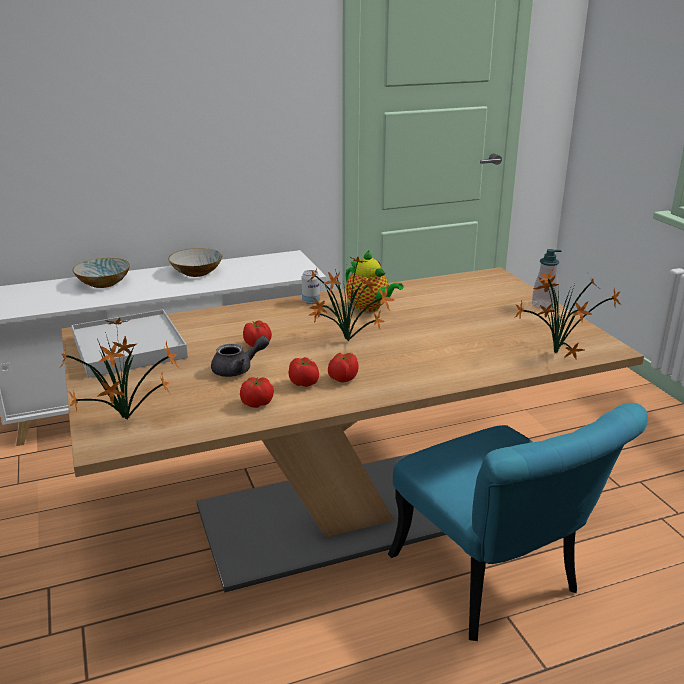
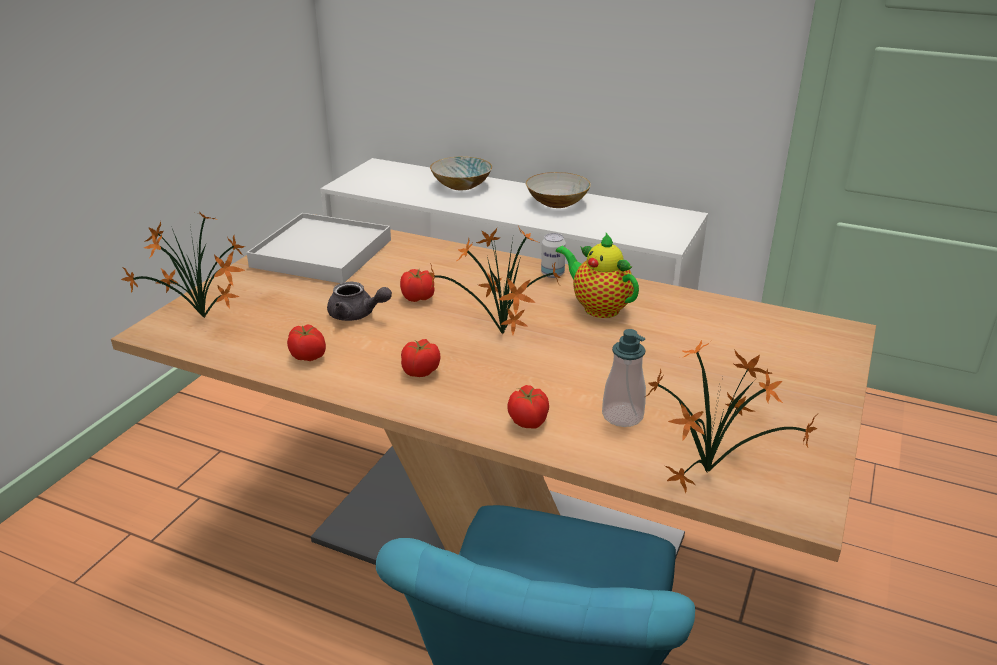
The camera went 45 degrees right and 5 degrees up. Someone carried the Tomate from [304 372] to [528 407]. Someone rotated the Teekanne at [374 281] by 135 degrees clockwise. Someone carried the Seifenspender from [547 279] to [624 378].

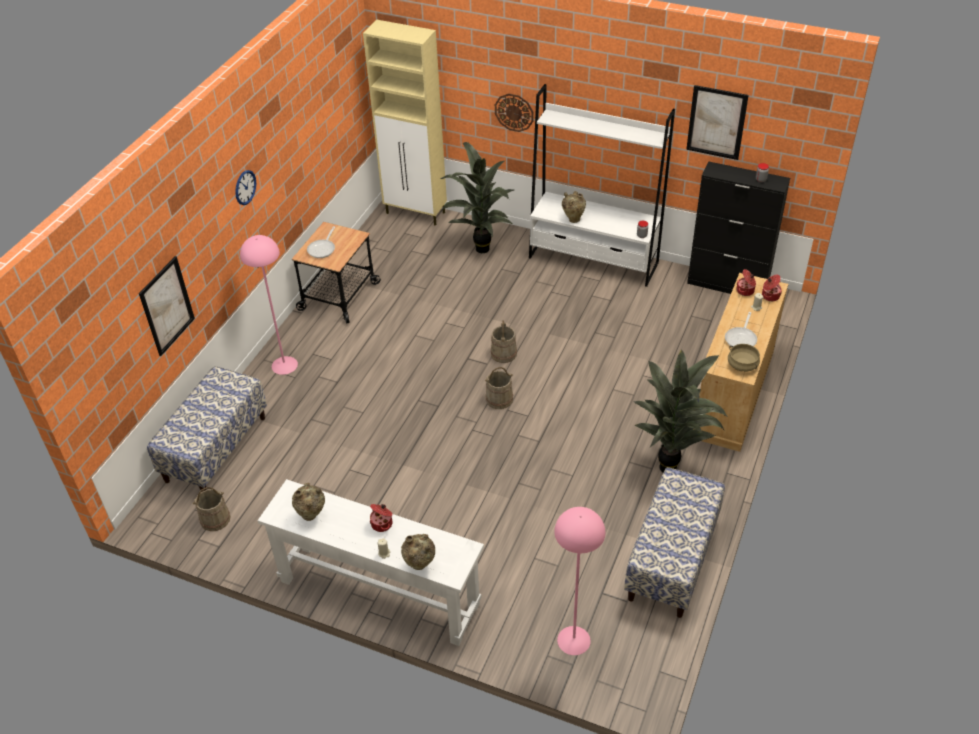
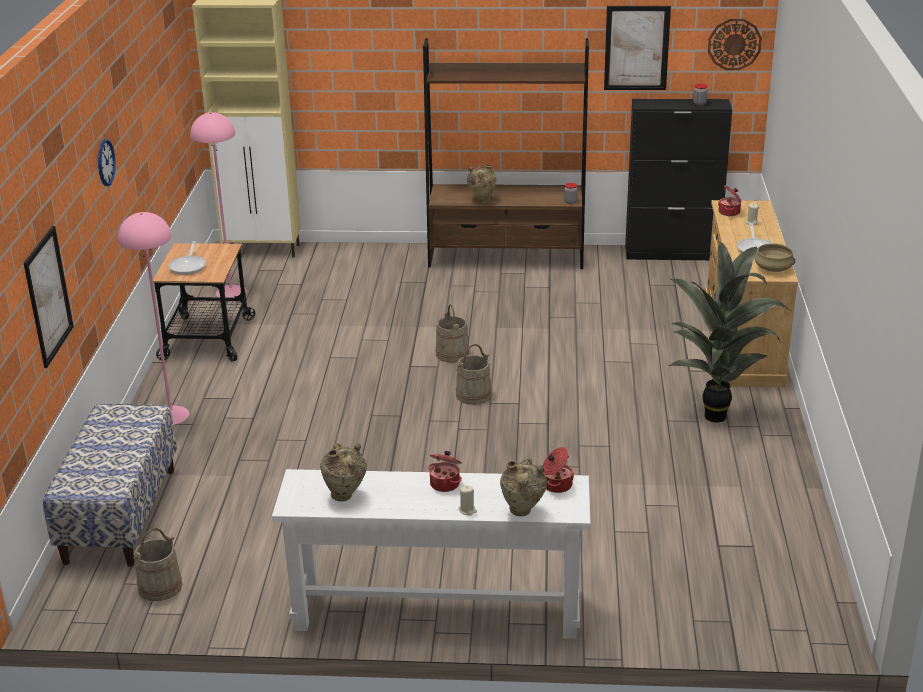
The camera went 20 degrees left and 15 degrees down. Someone carried the Stehlampe/rosa from [579 581] to [218 205]. Someone repainted the Bücherregal/weiß at [602 185], which became the Bücherregal/braun at [506 153]. Someone carried the Kochtopf from [772 288] to [558 470]. Someone carried the Wanduhr from [514 113] to [735 44]. Someone took away the Topfpflanze at [477 197]. Someone took away the Bank at [674 542].

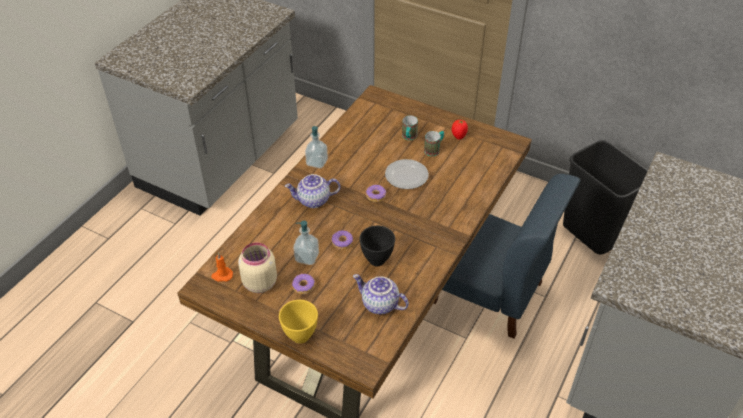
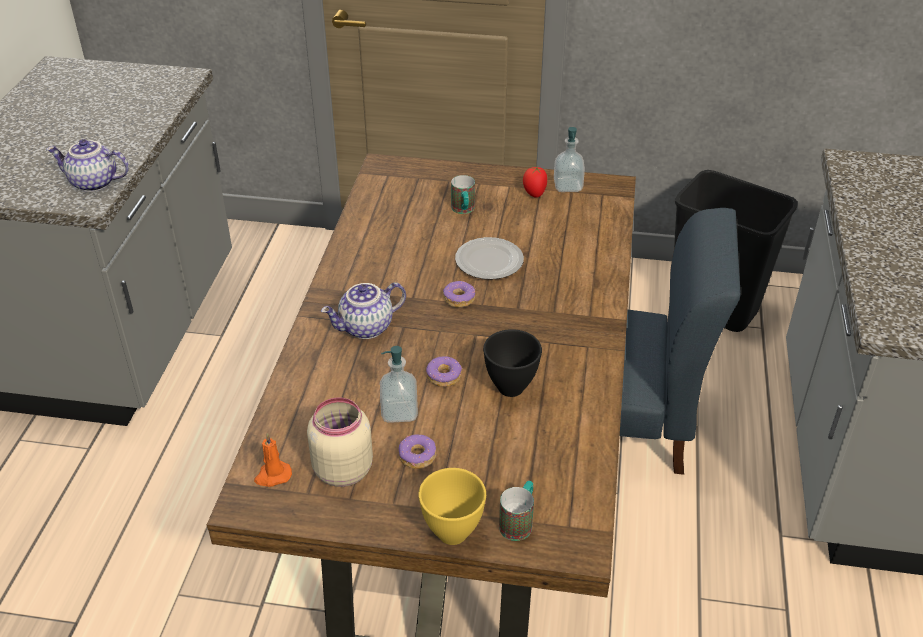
The camera went 20 degrees left and 5 degrees down. Someone carried the Teekanne from [381 294] to [88 165]. Someone carried the Henkelbecher from [434 143] to [516 511]. Someone carried the Seifenspender from [316 147] to [569 159].

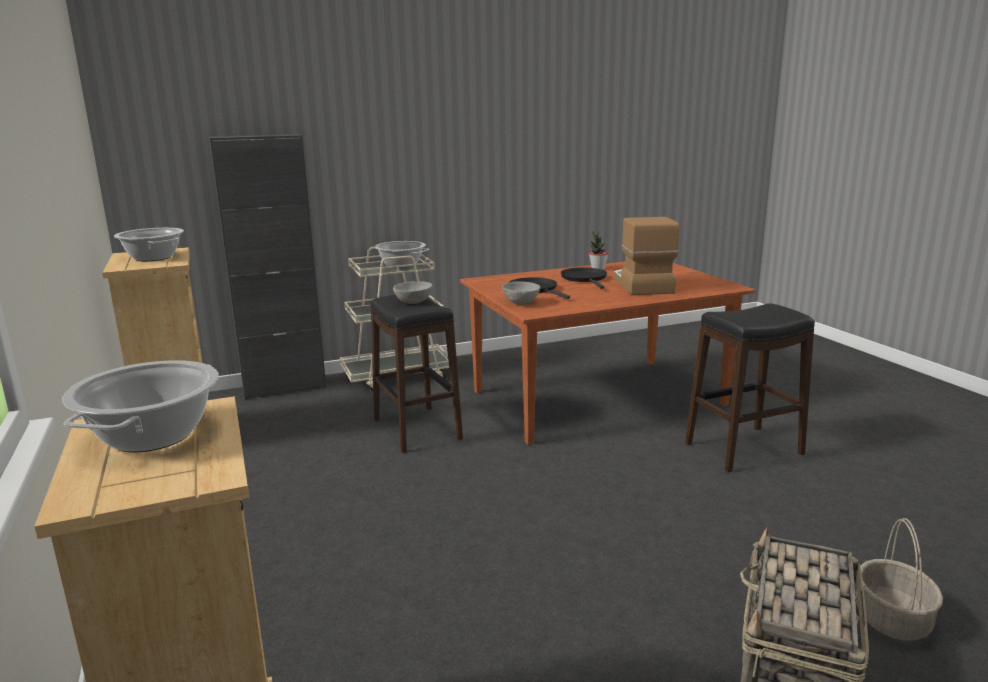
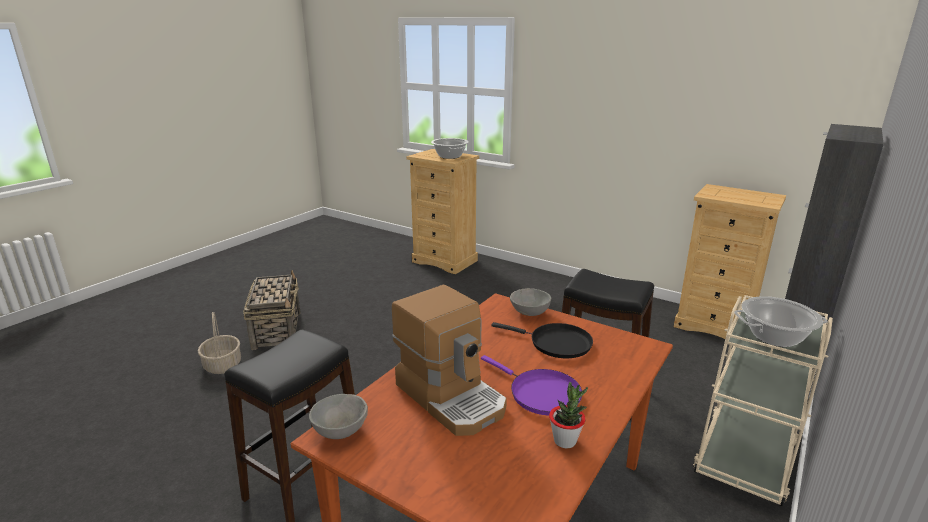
The camera went 145 degrees right and 5 degrees up. Someone carried the Schüssel/grau from [413 292] to [338 416]. Someone repainted the Pfanne/schwarz at [584 278], which became the Pfanne/lila at [531 385]. Someone took away the Kochtopf at [149 244].

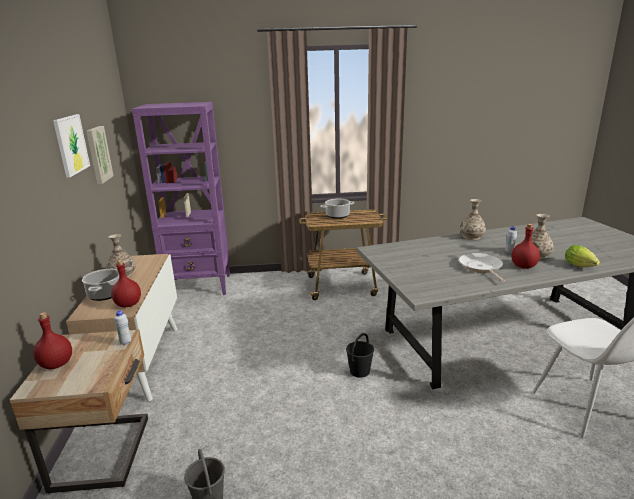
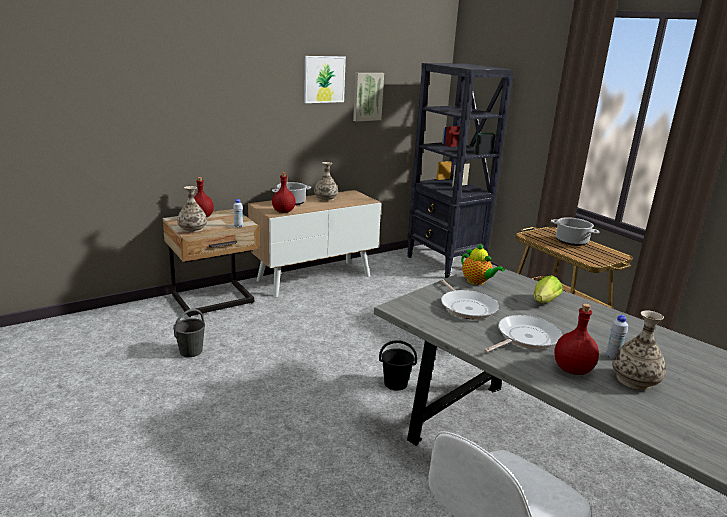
The camera went 60 degrees right and 0 degrees up. Someone carried the Vase from [473 219] to [192 209]. Someone repainted the Bücherregal/lila at [181 198], which became the Bücherregal/schwarz at [460 170]. Someone put down the Pfanne at [469 299]. Someone put down the Teekanne at [483 264]. Someone carried the Salatkopf from [582 256] to [548 289].

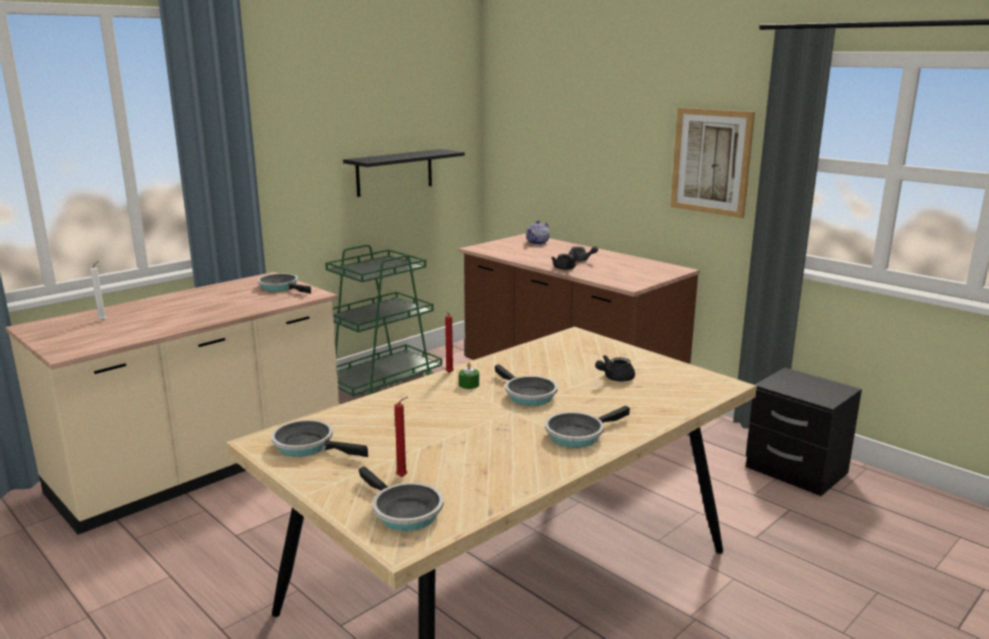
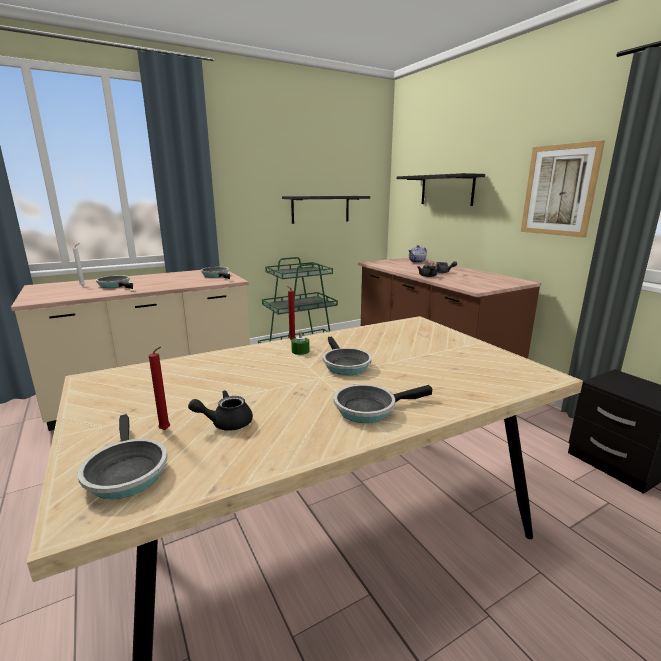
The camera went 15 degrees right and 0 degrees up. Someone carried the Pfanne from [319 438] to [114 282]. Someone carried the Teekanne/schwarz from [615 368] to [220 410]. Someone put up the Wandregal/schwarz at [441 189].

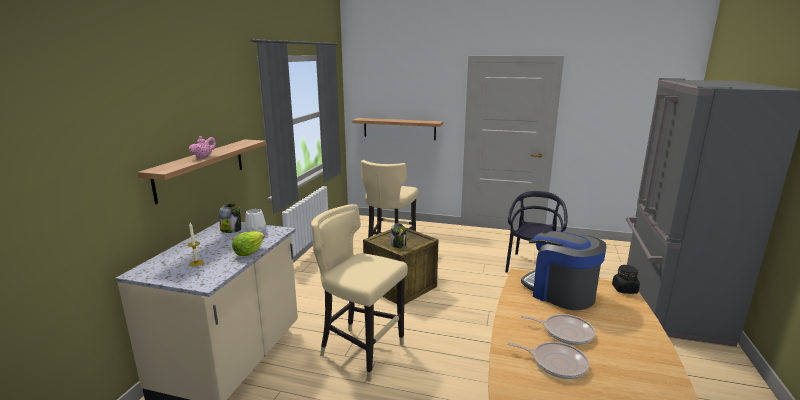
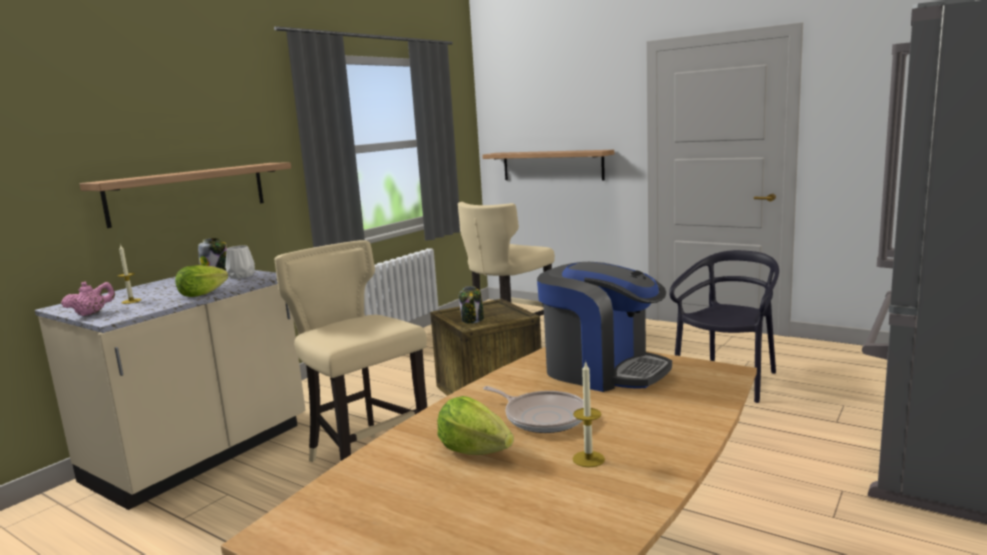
The camera went 20 degrees right and 5 degrees down. Someone carried the Teekanne/rosa from [202 147] to [88 299]. Someone swapped the Pfanne at [548 360] for the Salatkopf at [475 425]. Someone rotated the Kaffeemaschine at [563 270] by 150 degrees clockwise. Someone put down the Kerze at [589 414]. Someone took away the Vorratsglas/schwarz at [626 279].

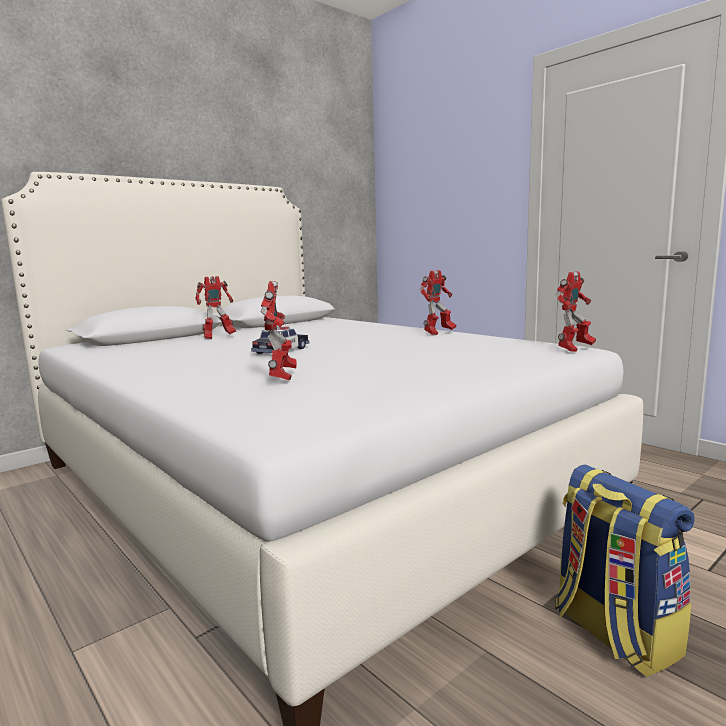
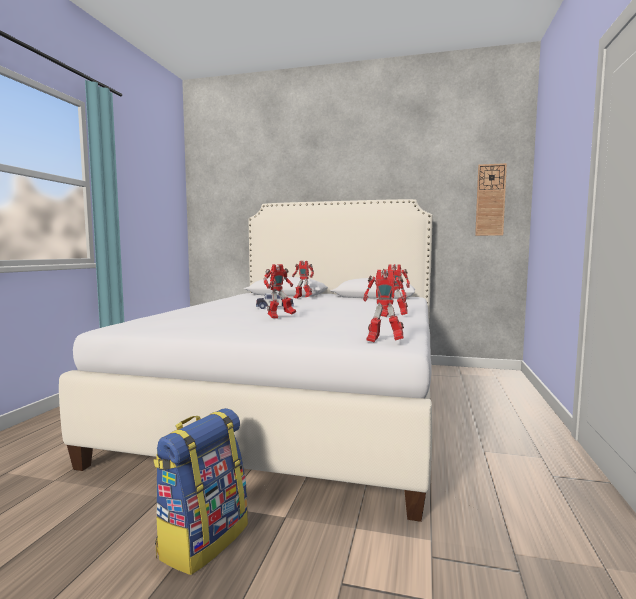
The camera went 55 degrees right and 5 degrees down. Someone carried the Spielzeugroboter from [279 330] to [279 291]. Someone put up the Wanduhr at [491 199].

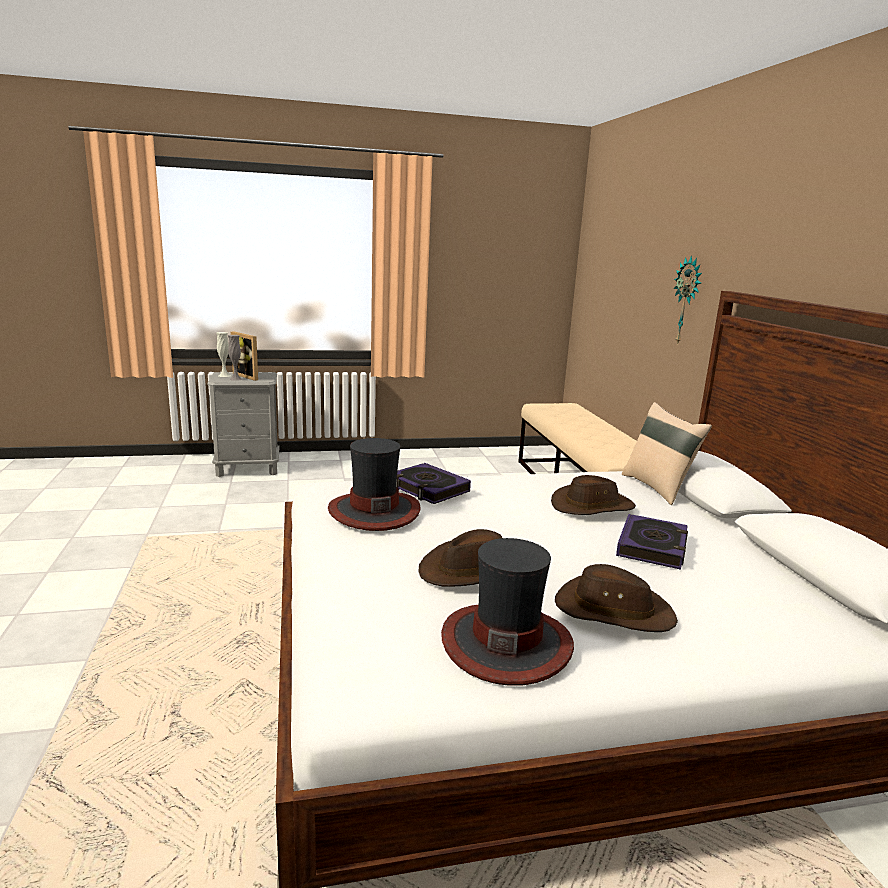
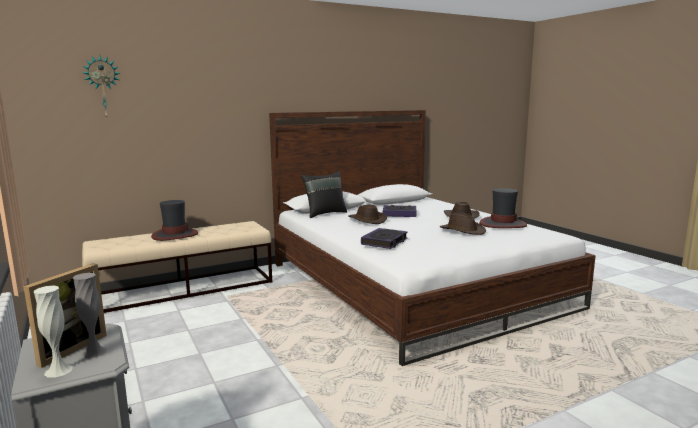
The camera went 105 degrees left and 5 degrees down. Someone carried the Wanduhr from [688 300] to [102 86]. Someone carried the Hut from [374 484] to [174 220]. Someone repainted the Kissen/beige at [667 453], which became the Kissen/schwarz at [324 194].

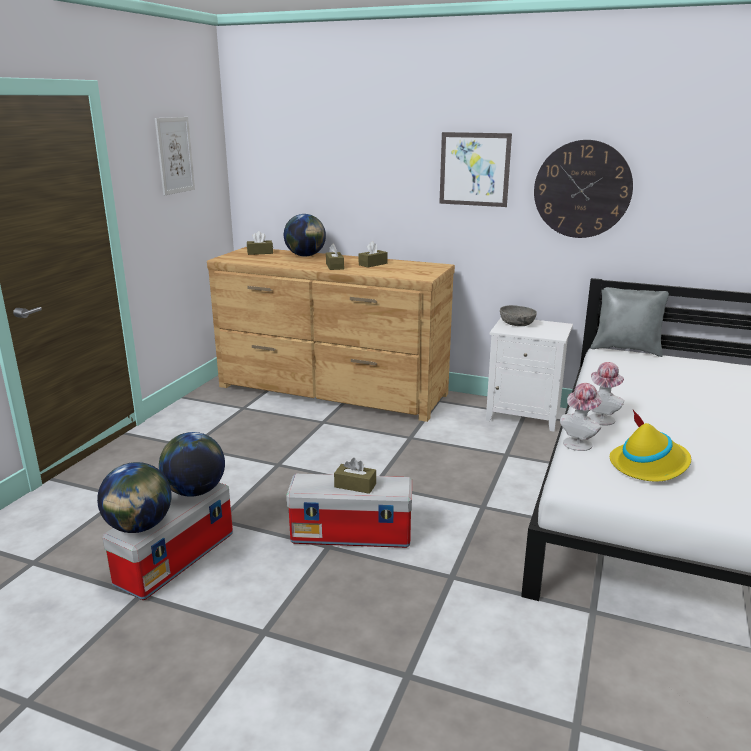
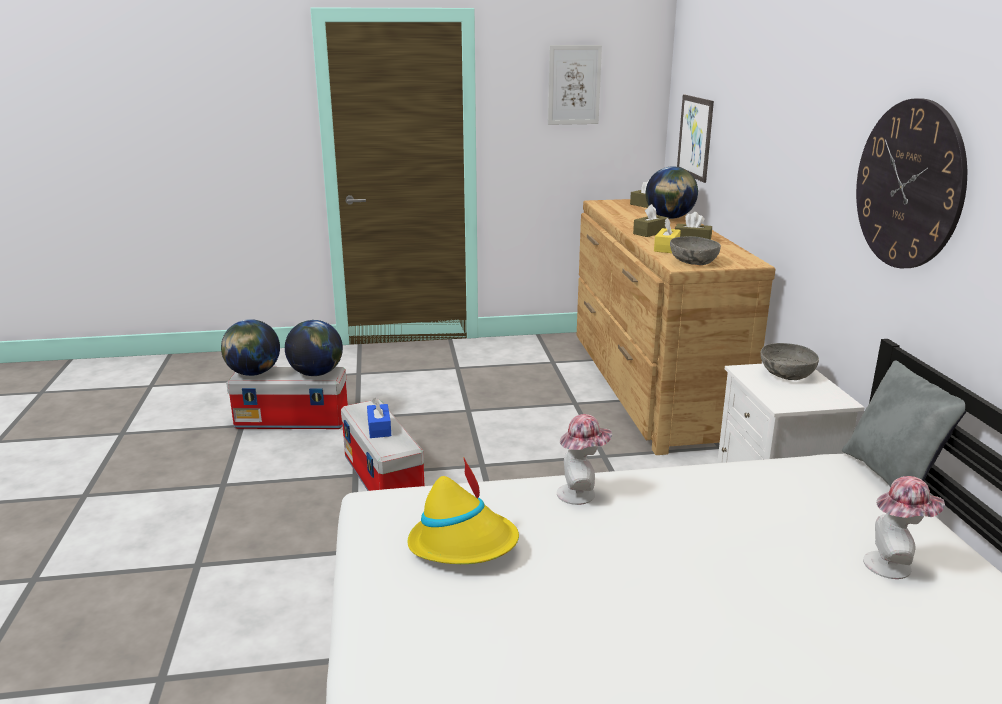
The camera went 60 degrees right and 0 degrees up. Someone repainted the Taschentuchbox/braun at [355 476], which became the Taschentuchbox/blau at [379 418]. Someone put down the Taschentuchbox/gelb at [667 235]. Someone put down the Schüssel/grau at [695 250]. Someone carried the Bild from [475 169] to [695 139]. Someone carried the Hut from [581 417] to [904 527].

